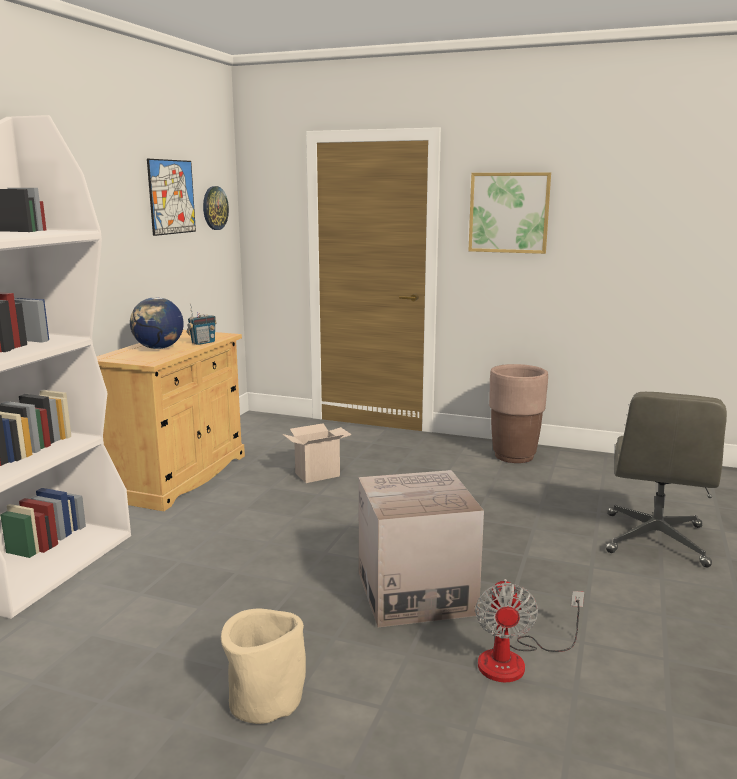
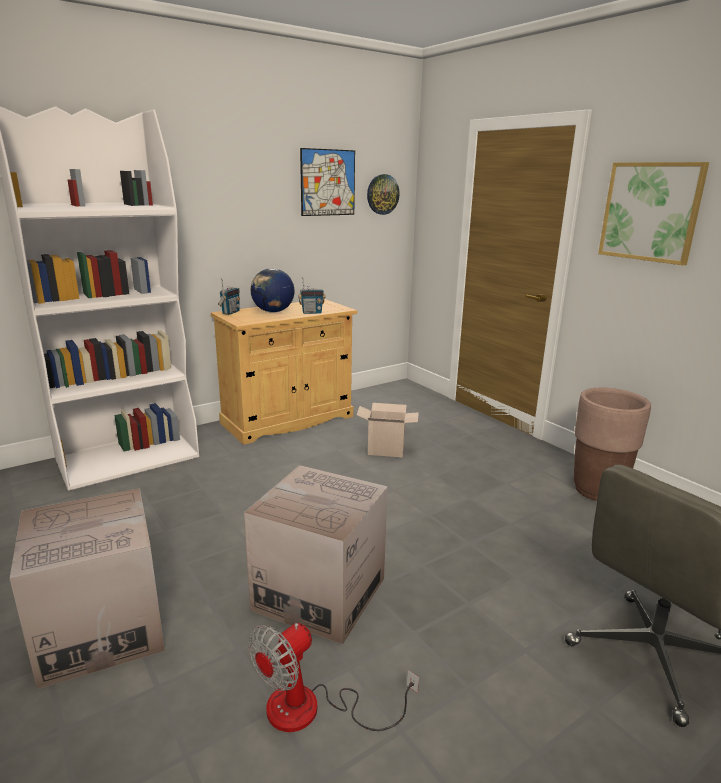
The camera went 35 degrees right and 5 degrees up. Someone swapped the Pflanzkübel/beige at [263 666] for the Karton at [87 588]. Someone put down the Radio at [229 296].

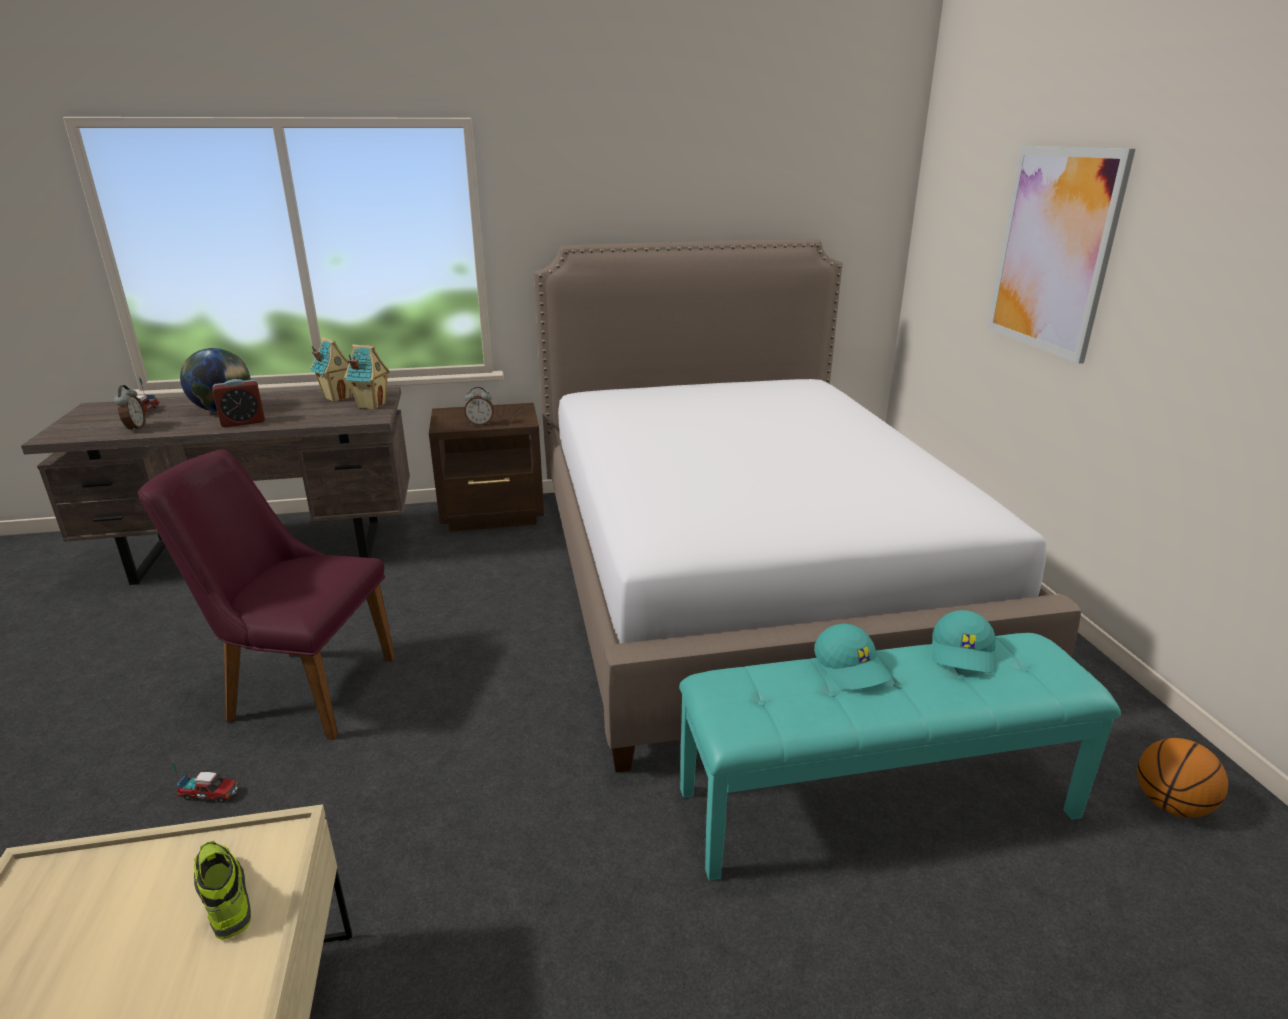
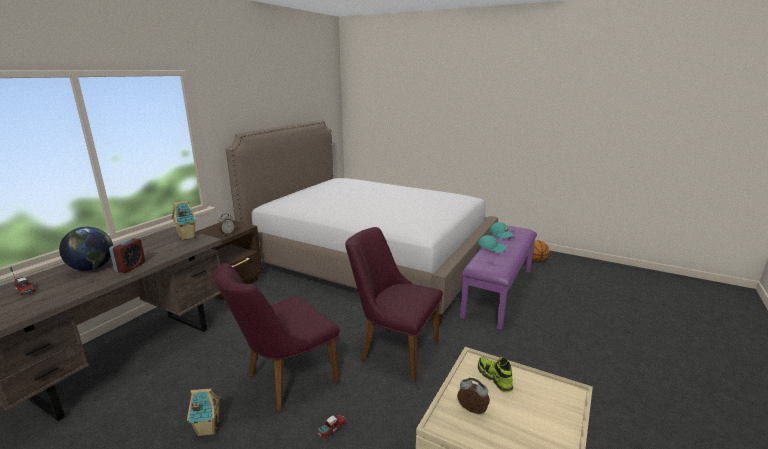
The camera went 50 degrees left and 5 degrees down. Someone carried the Spielzeughaus from [331 369] to [204 412]. Someone put down the Stuhl/lila at [394 304]. Someone carried the Wecker from [129 408] to [473 396]. Someone repainted the Bank/türkis at [900 757], which became the Bank/lila at [498 278]. Someone rotated the Schuh at [222 890] by 60 degrees clockwise. Someone took away the Bild at [1061 255].

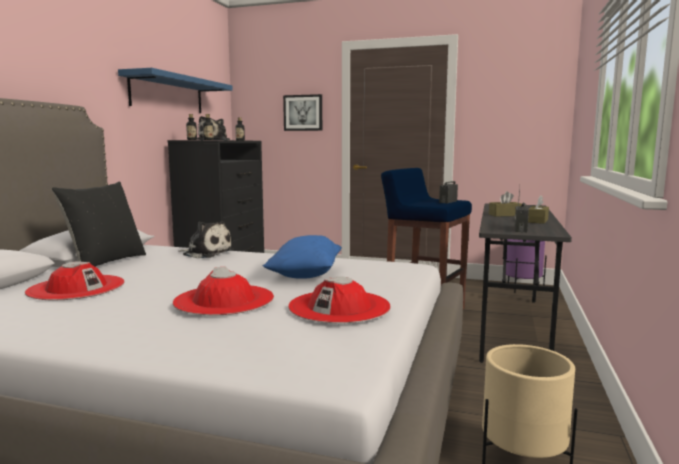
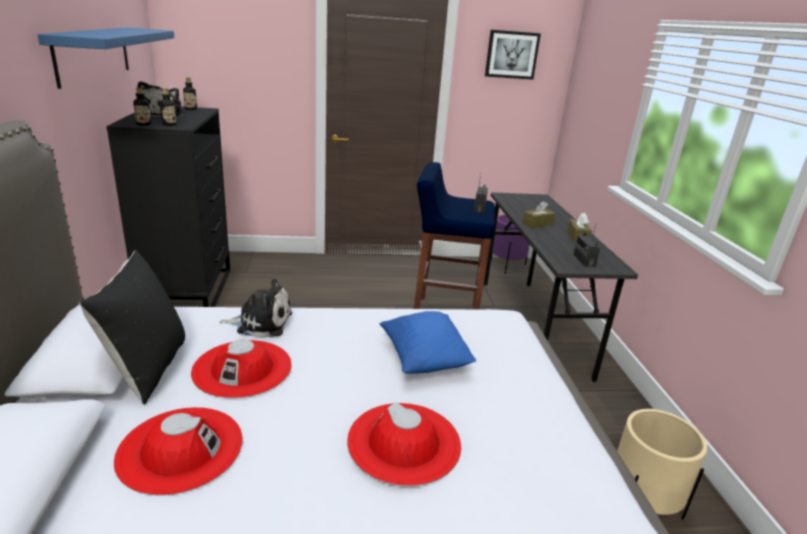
The camera went 25 degrees left and 15 degrees up. Someone carried the Hut/rot from [339 300] to [241 369]. Someone carried the Bild from [302 112] to [513 55].

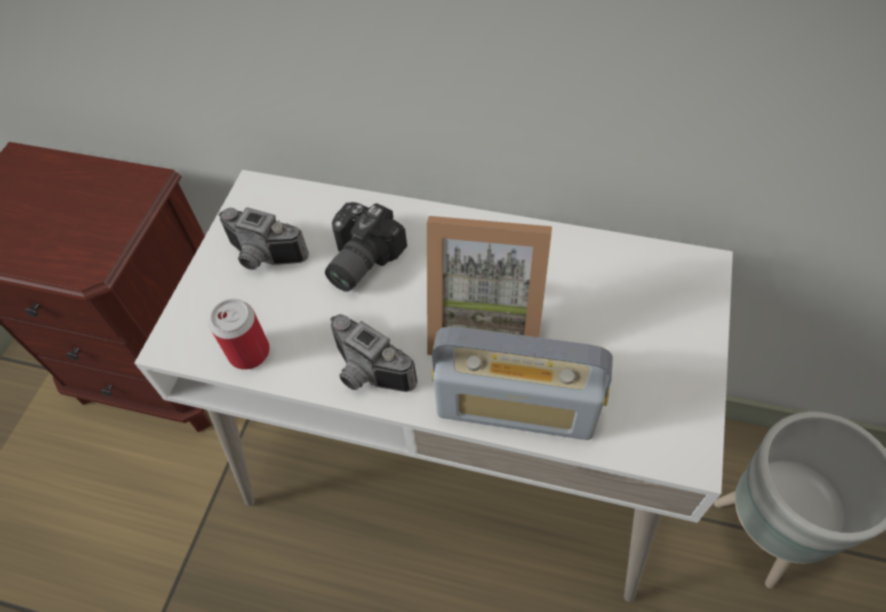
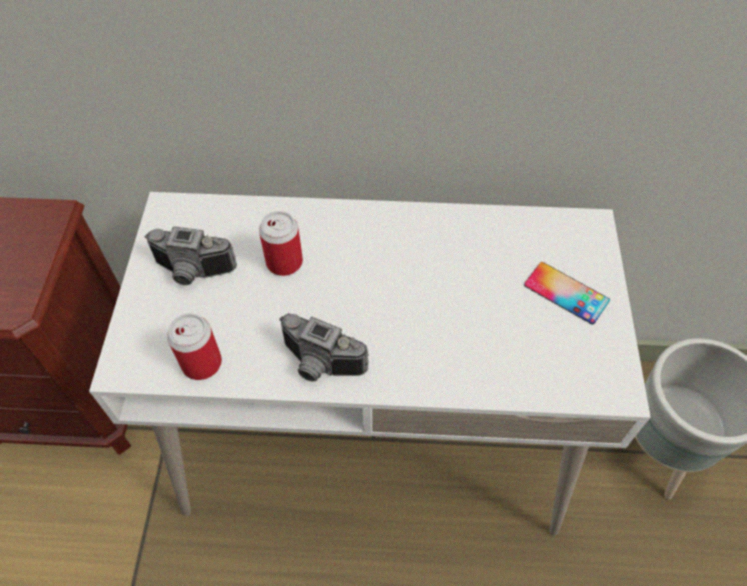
The camera went 15 degrees left and 0 degrees up. Someone swapped the Kamera at [366 247] for the Dose at [281 243]. Someone put down the Handy at [567 293]. Someone took away the Bilderrahmen at [489 285]. Someone took away the Radio at [522 383].

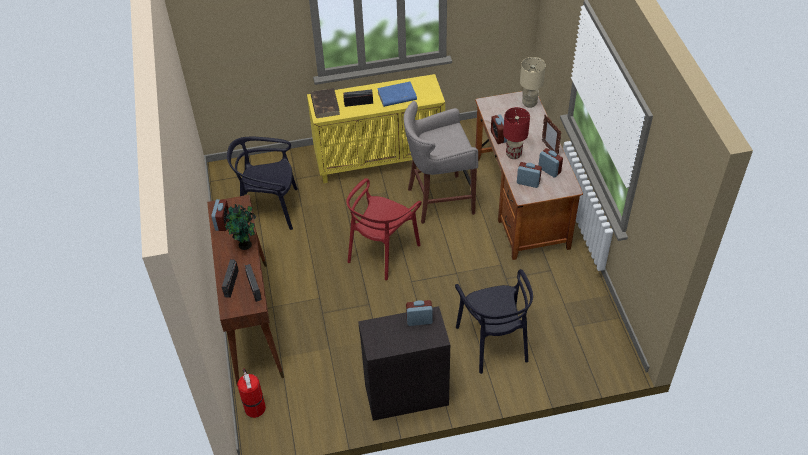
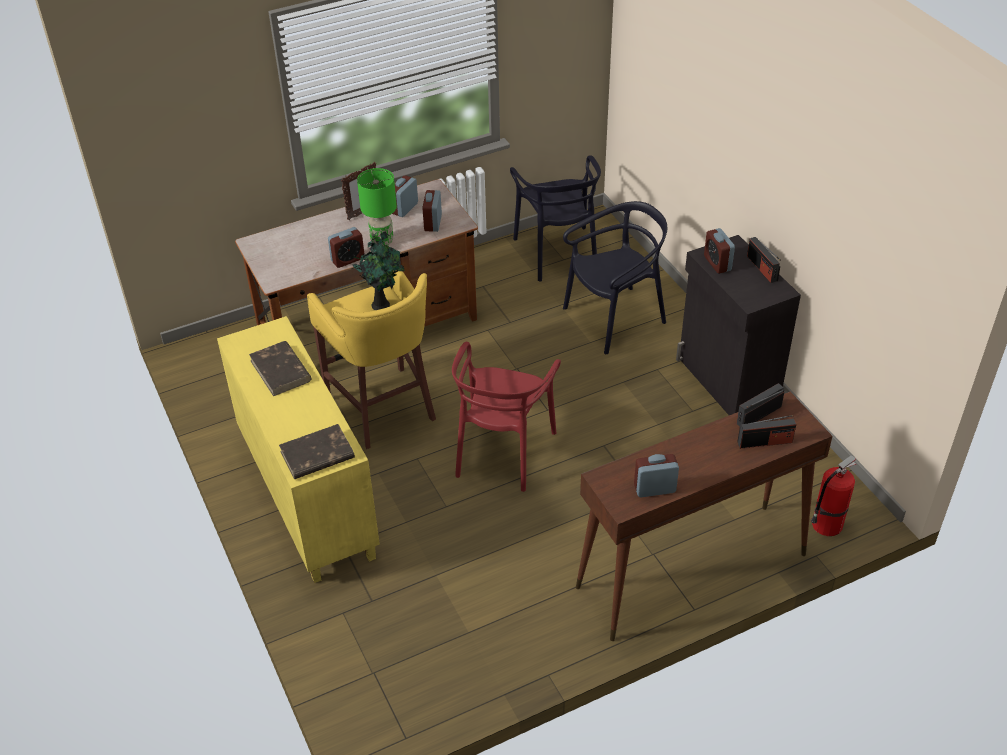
The camera went 105 degrees left and 5 degrees down. Someone repainted the Buch/blau at [397 94], which became the Buch/braun at [280 368]. Someone repainted the Hocker/grau at [441 162], which became the Hocker/gelb at [371 359]. Someone carried the Topfpflanze from [240 227] to [378 270]. Someone repainted the Tischlampe/rot at [516 133], which became the Tischlampe/grün at [377 207]. Someone rotated the Stuhl/rot at [384 229] by 90 degrees clockwise. Someone carried the Stuhl/schwarz from [262 183] to [555 218]. Someone carried the Radio from [358 98] to [764 260]. Someone took away the Tischlampe/beige at [533 82].

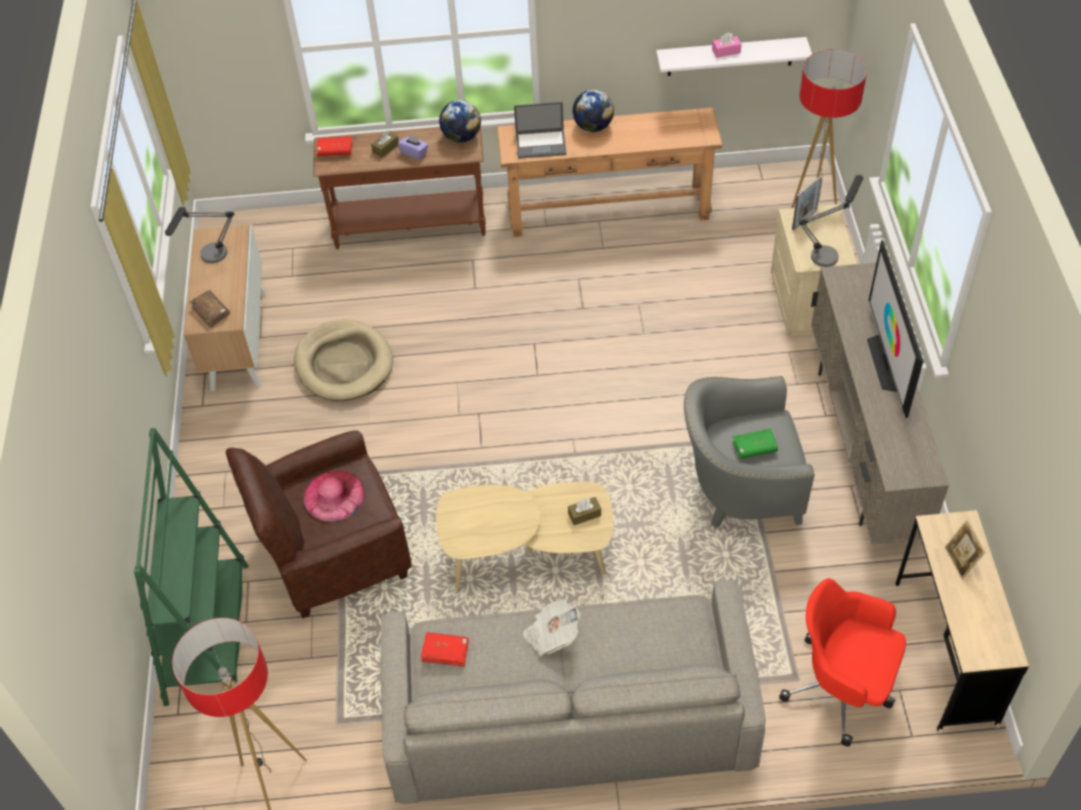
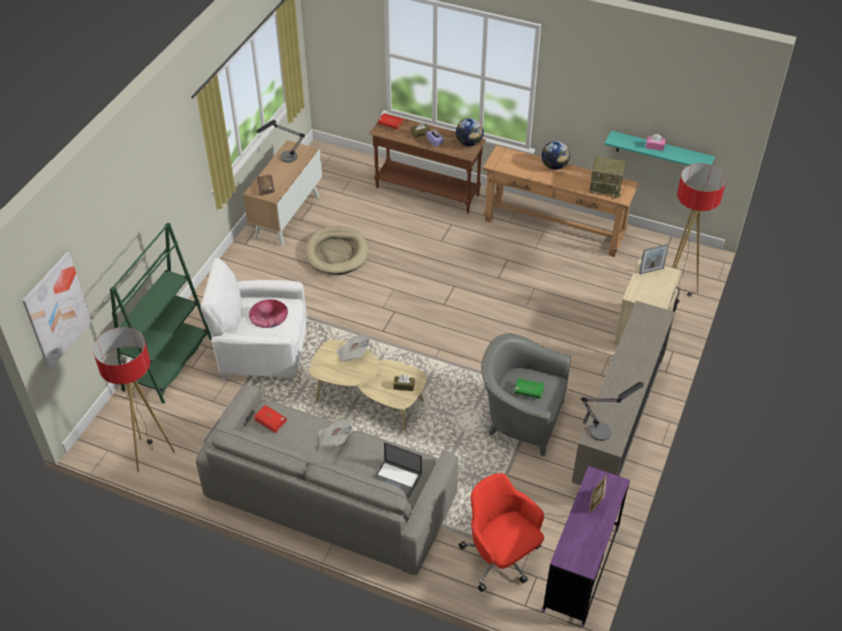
The camera went 25 degrees right and 5 degrees down. Someone put up the Bild at [56 311]. Someone repainted the Sessel/braun at [318 524], which became the Sessel/weiß at [254 320]. Someone put down the Zeitung at [353 348]. Someone carried the Laptop from [540 130] to [398 470]. Someone repainted the Schreibtisch/beige at [962 622], which became the Schreibtisch/lila at [586 546]. Someone carried the Tischlampe from [830 221] to [612 411]. Someone put down the Radio at [607 177]. Someone repainted the Wandregal/weiß at [734 56], which became the Wandregal/türkis at [660 148]. Someone took away the Fernseher at [895 329].

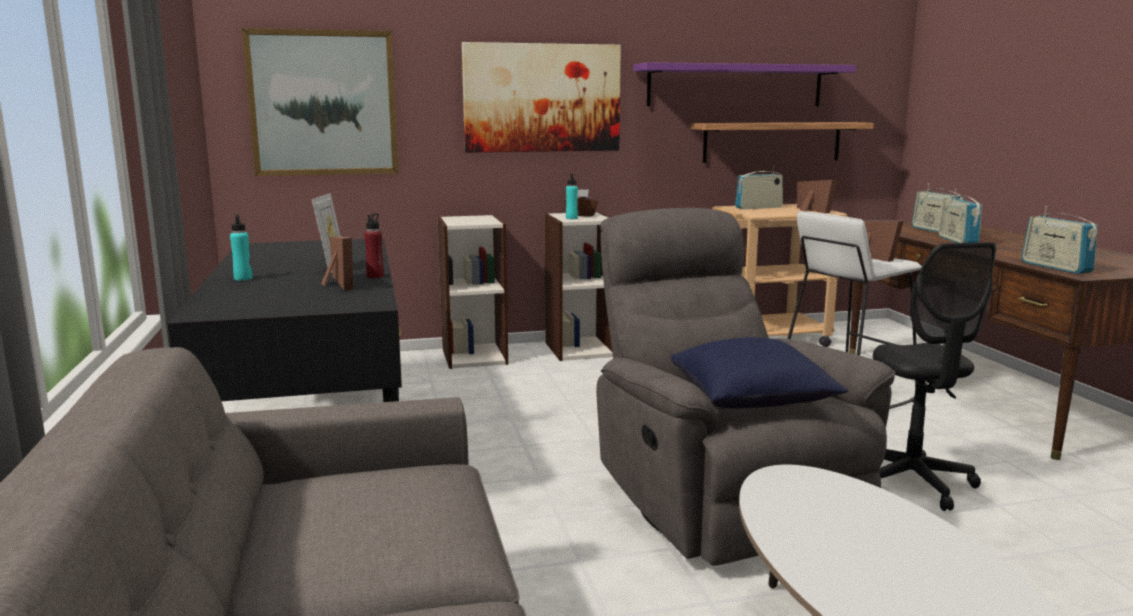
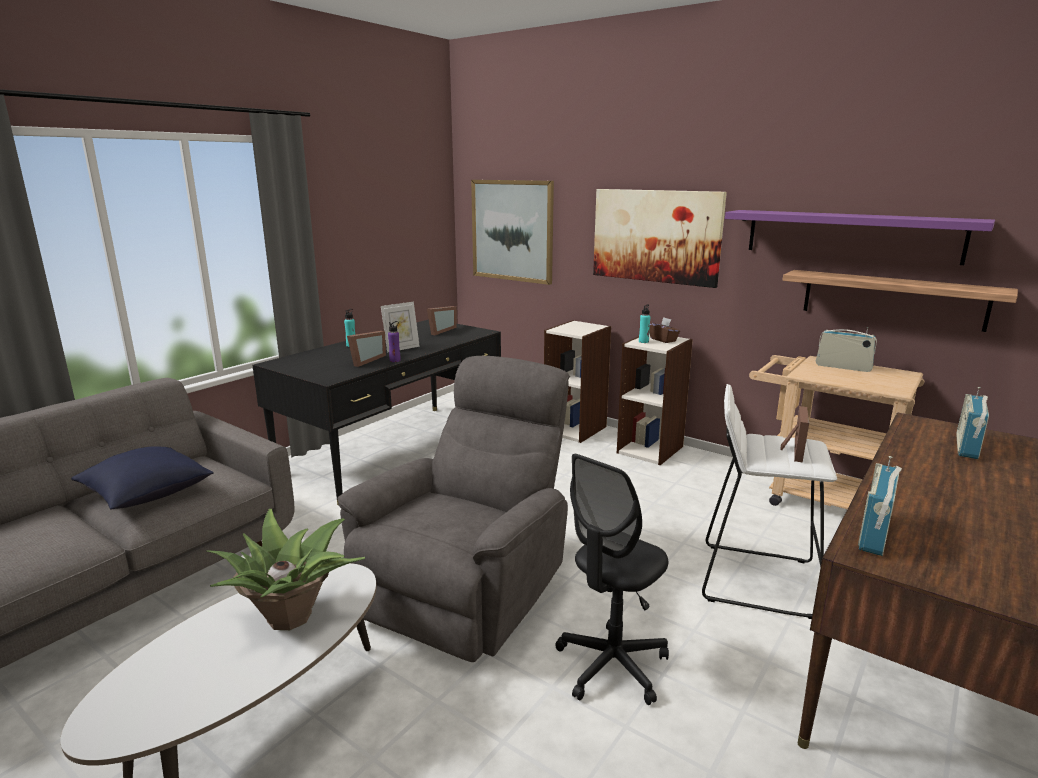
The camera went 50 degrees right and 5 degrees up. Someone carried the Kissen/blau from [759 373] to [142 478]. Someone put down the Topfpflanze at [286 569]. Someone repainted the Flasche/rot at [374 245], which became the Flasche/lila at [394 341]. Someone carried the Bilderrahmen from [817 196] to [442 320]. Someone took away the Radio at [960 216].

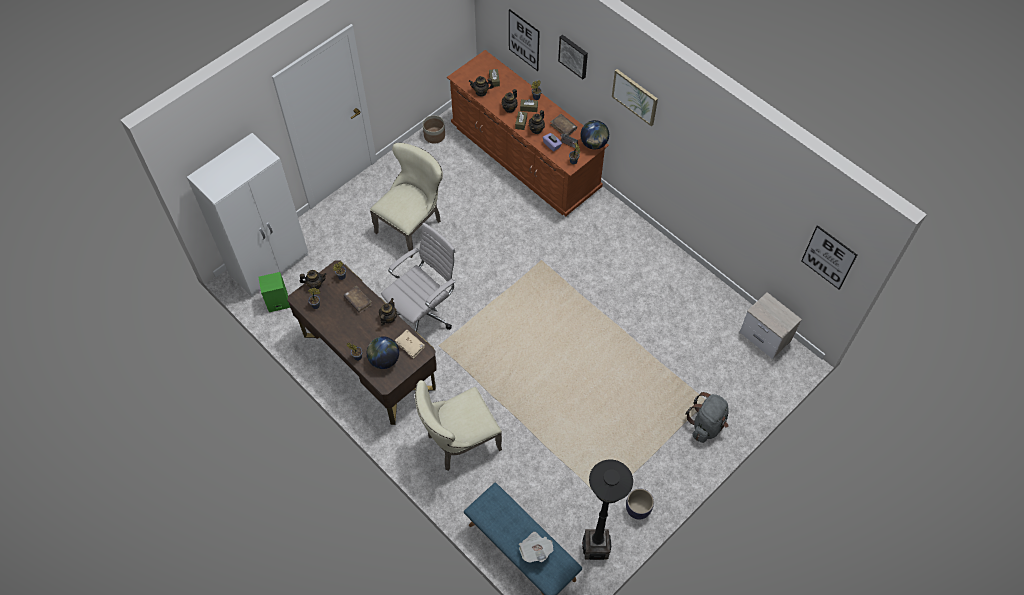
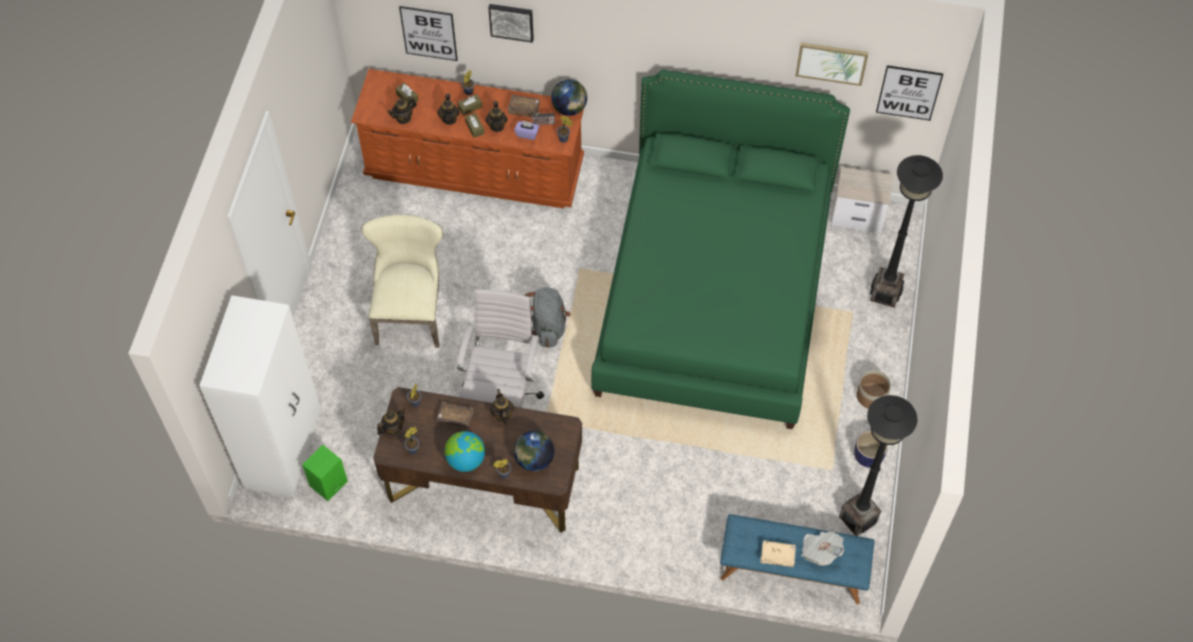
The camera went 35 degrees left and 0 degrees up. Someone put down the Globus at [464 451]. Someone carried the Rucksack/grau from [707 417] to [548 317]. Someone put down the Bett/grün at [720 249]. Someone carried the Buch/beige from [410 344] to [778 553]. Someone carried the Bild from [635 97] to [832 64]. Someone carried the Pflanzkübel from [434 129] to [873 389]. Someone put down the Stehlampe/schwarz at [906 231]. Someone took away the Stuhl/beige at [458 425].

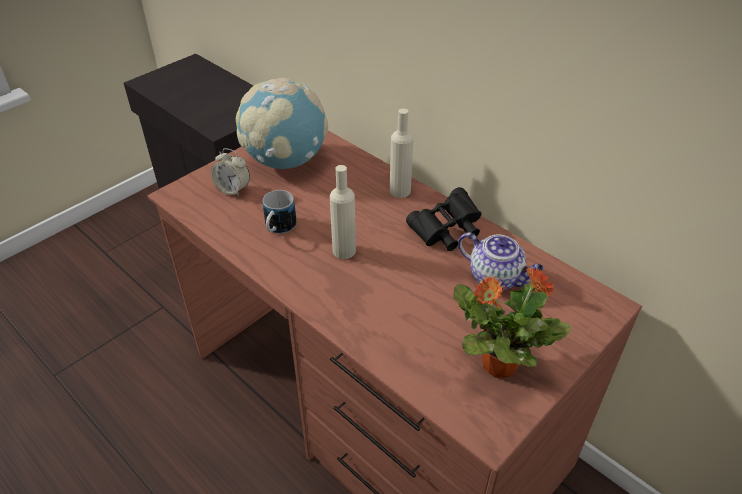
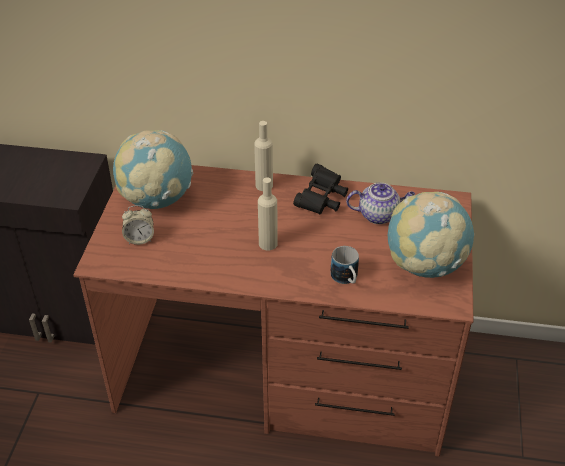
The camera went 35 degrees left and 0 degrees up. Someone carried the Henkelbecher from [279 212] to [344 265]. Someone swapped the Topfpflanze at [512 323] for the Globus at [431 235].

